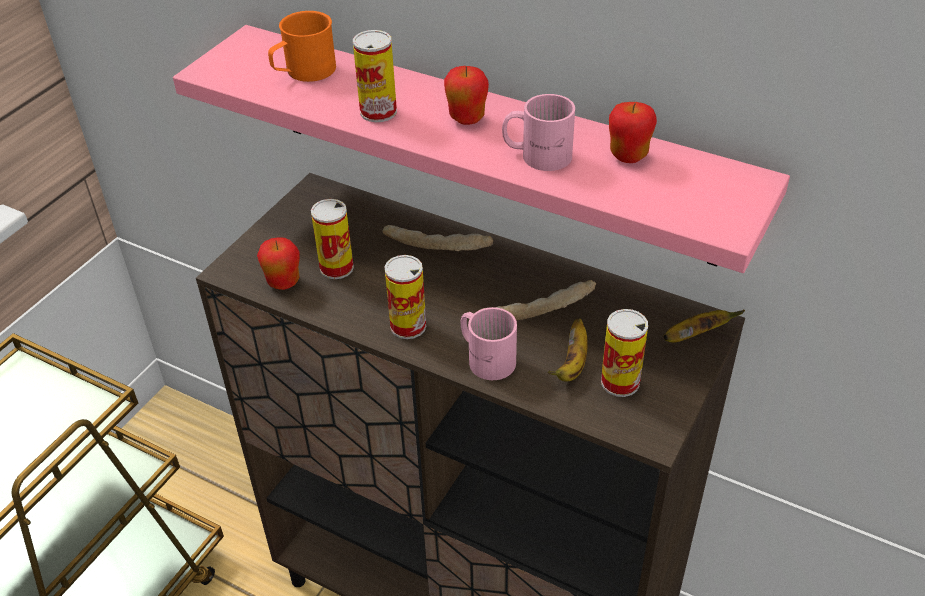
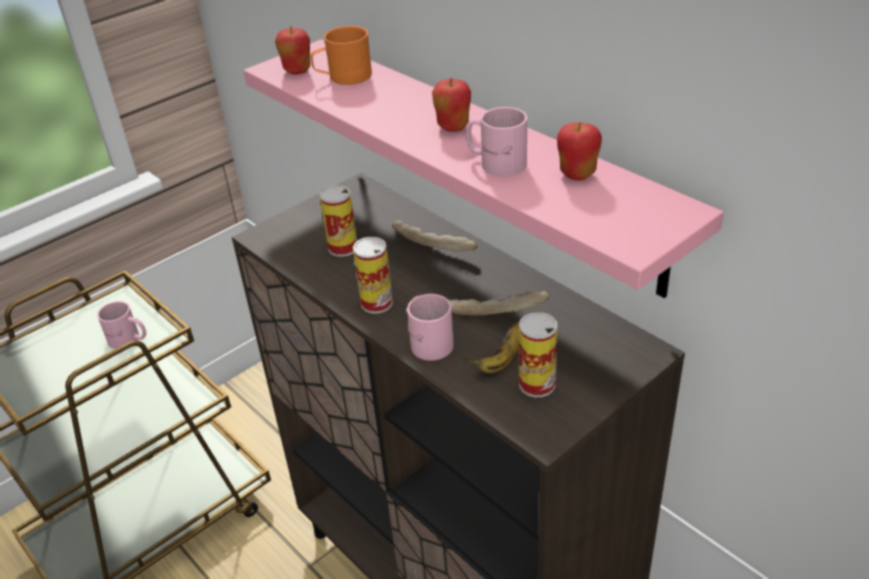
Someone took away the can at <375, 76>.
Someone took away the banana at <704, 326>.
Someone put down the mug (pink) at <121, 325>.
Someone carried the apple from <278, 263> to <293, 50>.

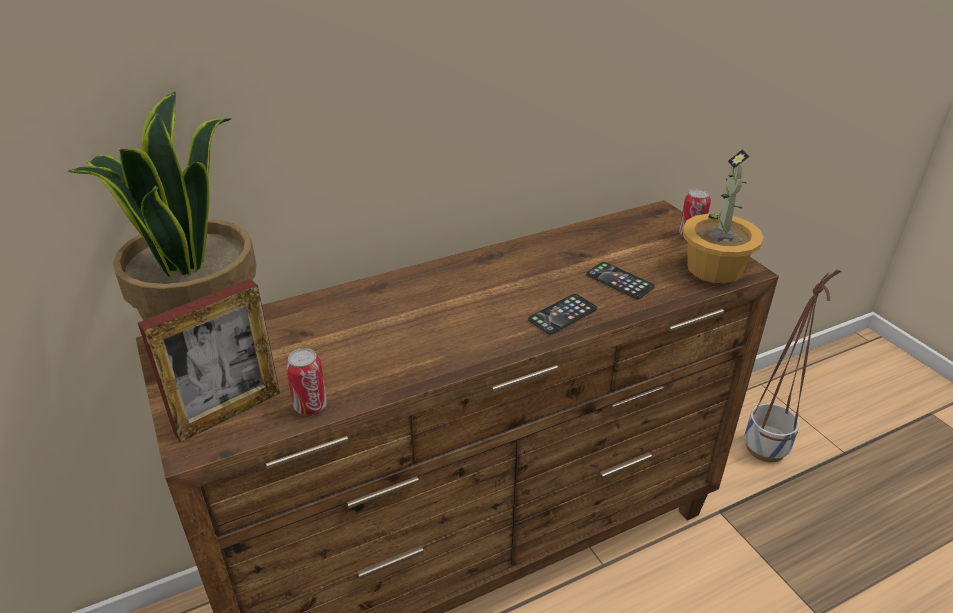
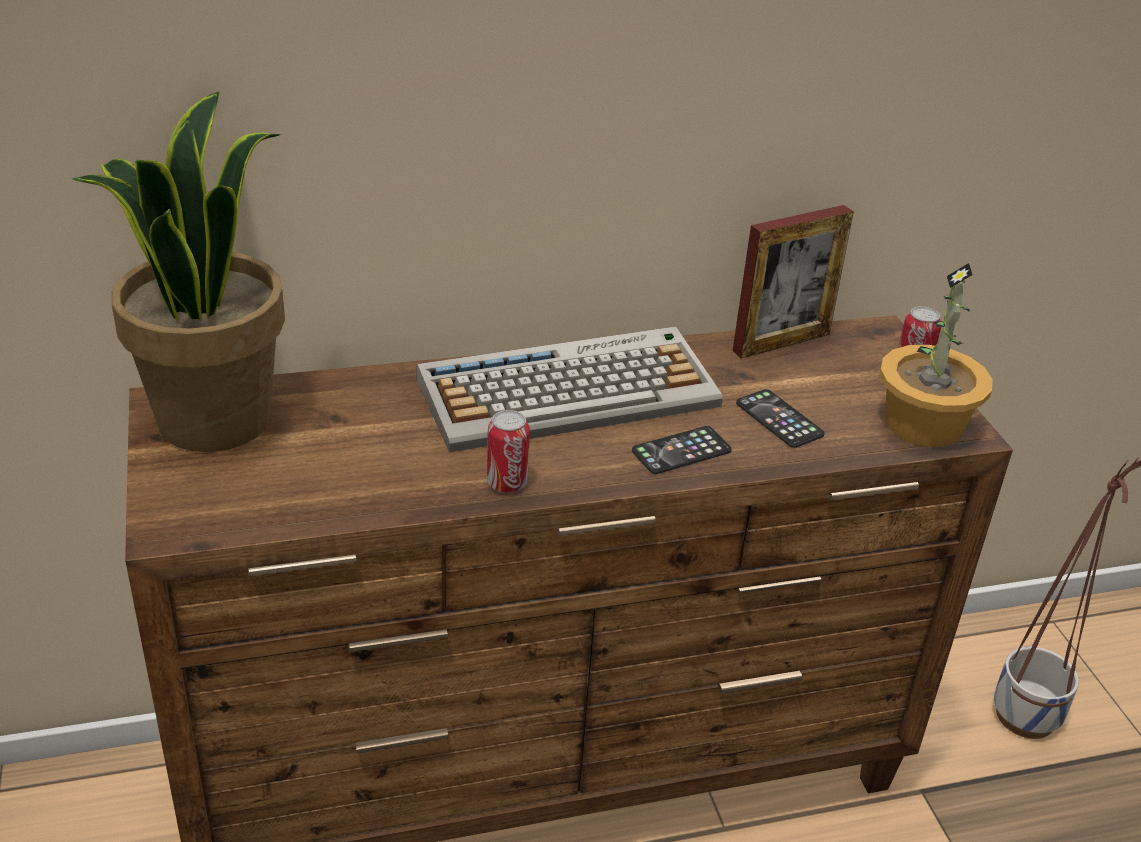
Someone put down the keyboard at <570, 389>.
Someone carried the picture frame from <209, 360> to <793, 281>.
Someone carried the can from <306, 381> to <508, 451>.

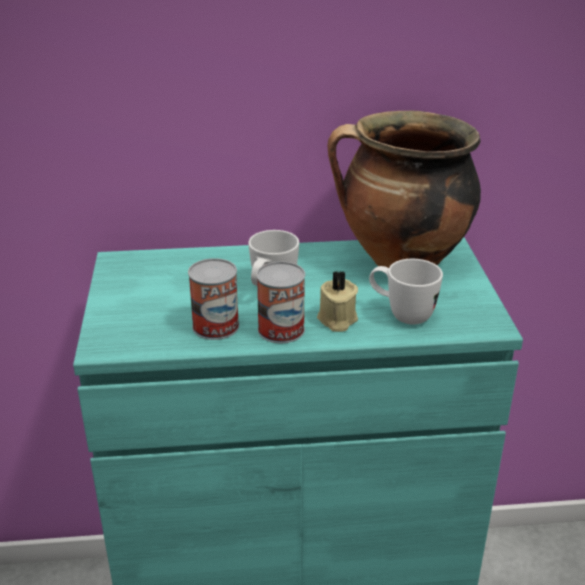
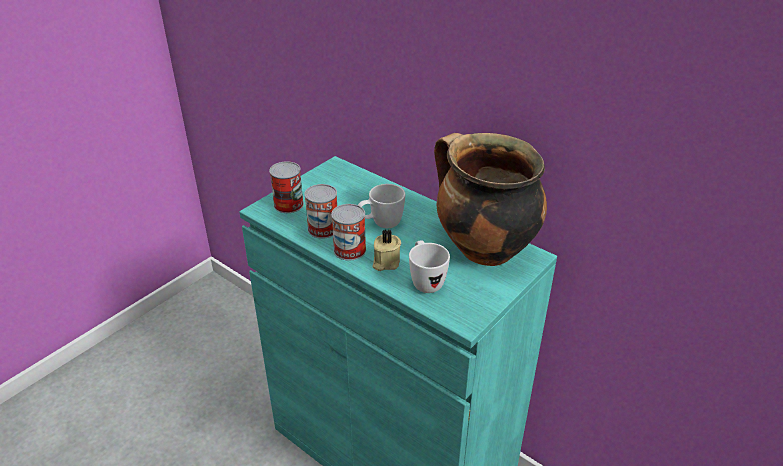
Someone put down the can at <286, 187>.

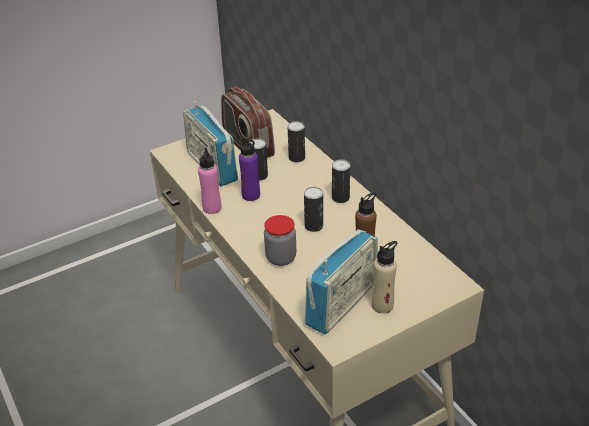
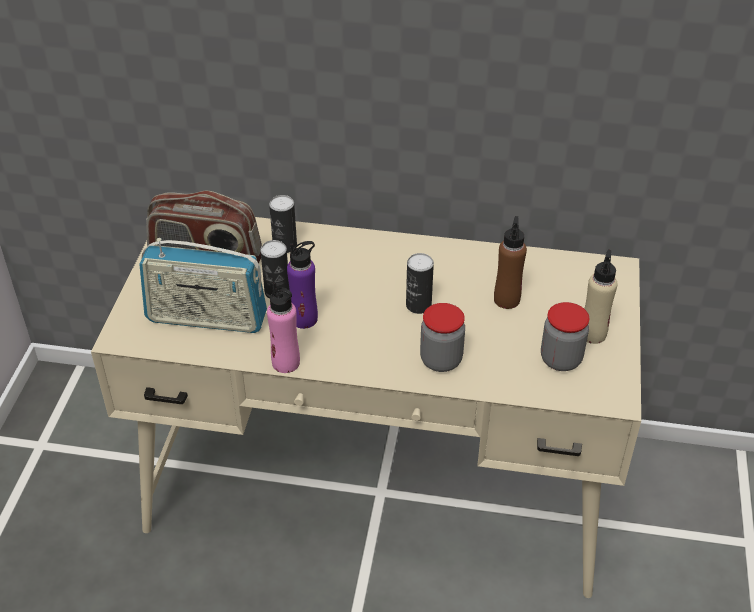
Someone took away the can at <341, 181>.
Someone swapped the radio at <341, 281> for the jar at <565, 336>.

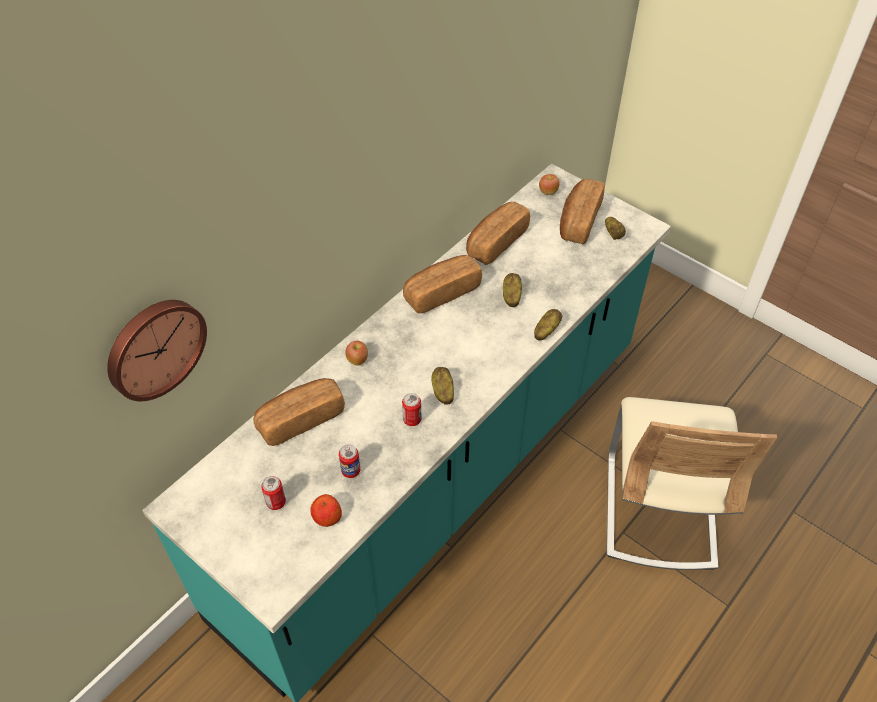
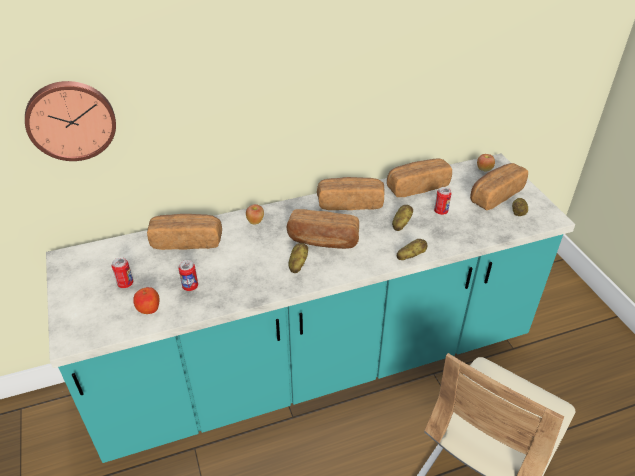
Someone put down the bread at <323, 229>.
Someone carried the can from <412, 409> to <442, 201>.

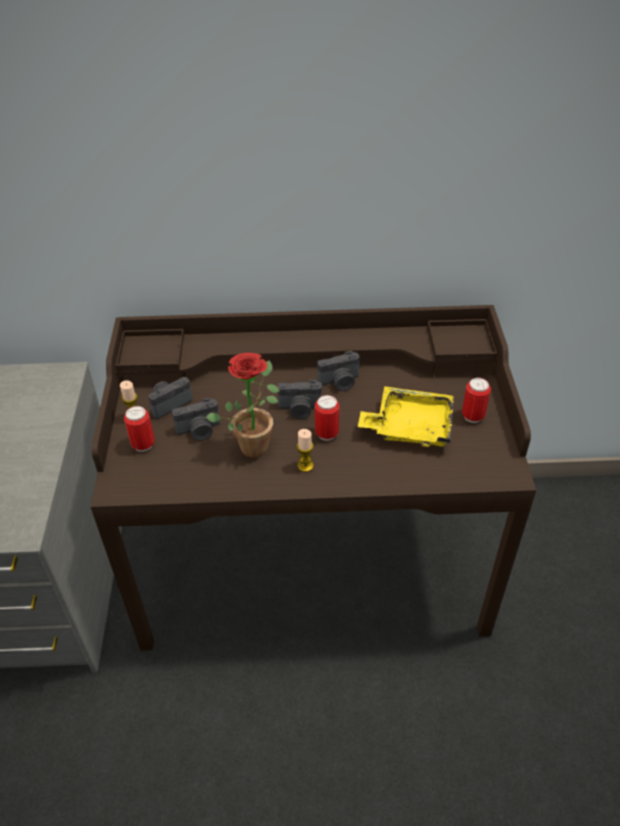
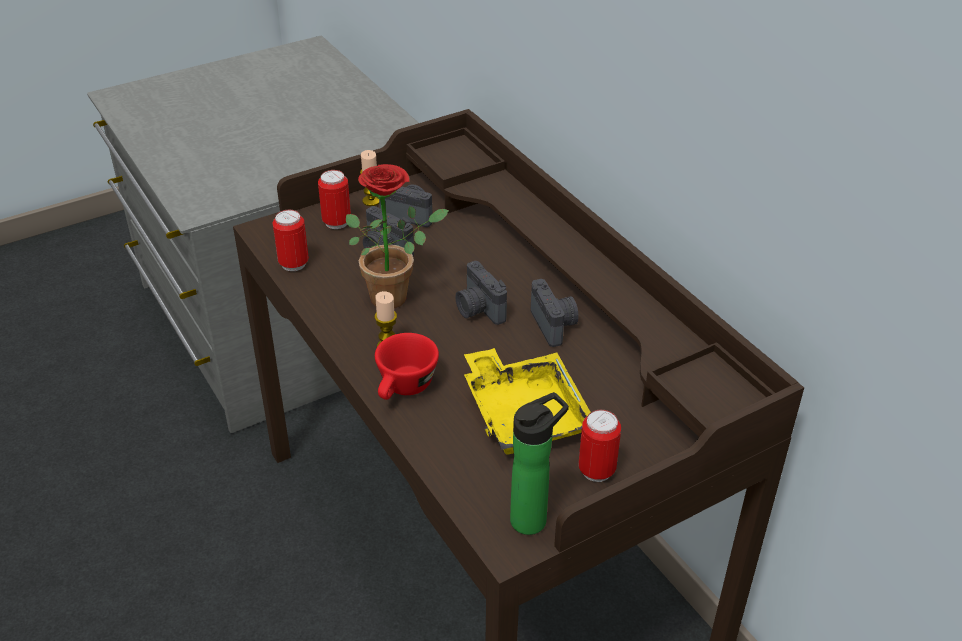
Someone put down the cup (red) at <407, 366>.
Someone put down the bottle at <539, 463>.
Someone carried the can from <327, 418> to <291, 240>.
Someone rotated the photo camera at <338, 371> by 150 degrees counterclockwise.

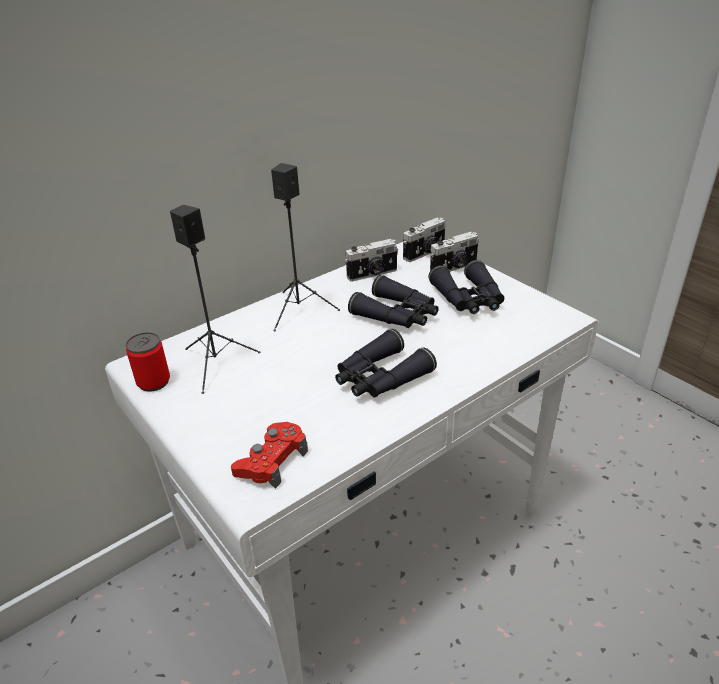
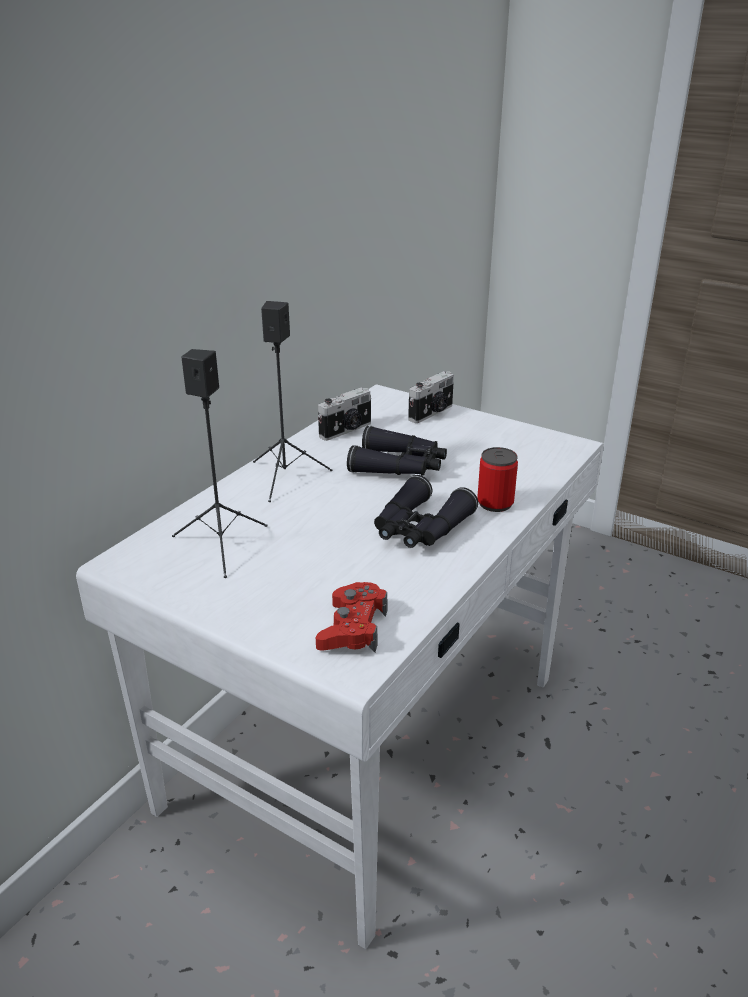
Someone took away the photo camera at <424, 239>.
Someone took away the binoculars (black) at <466, 287>.
Someone carried the can from <148, 362> to <497, 479>.

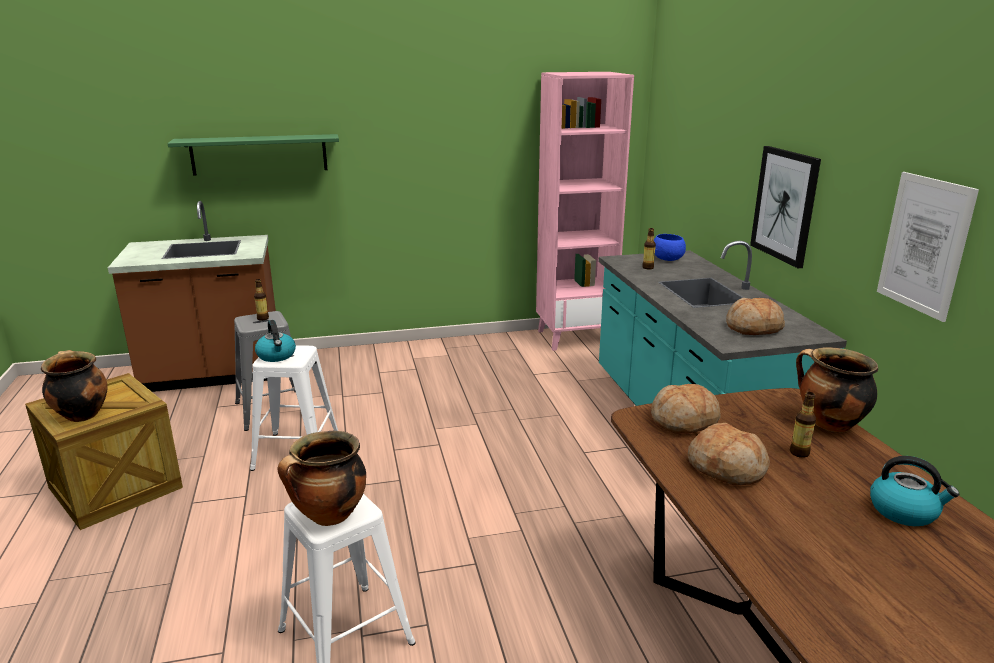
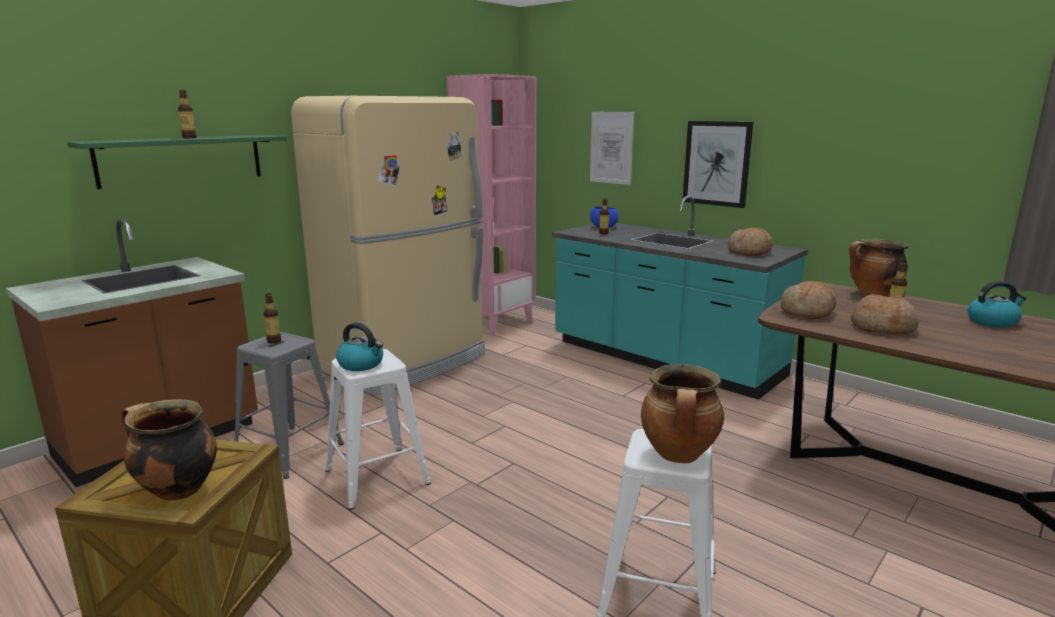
Someone put down the bottle at <187, 113>.
Someone put down the fridge (beige) at <388, 245>.
Someone carried the picture from <928, 247> to <612, 148>.

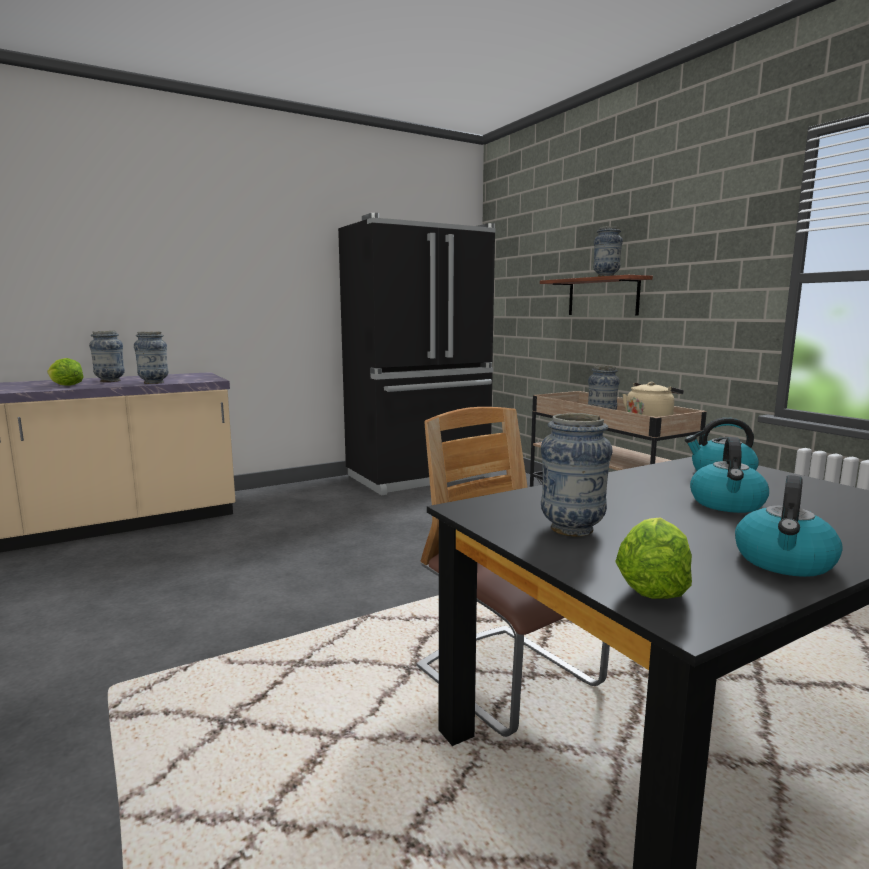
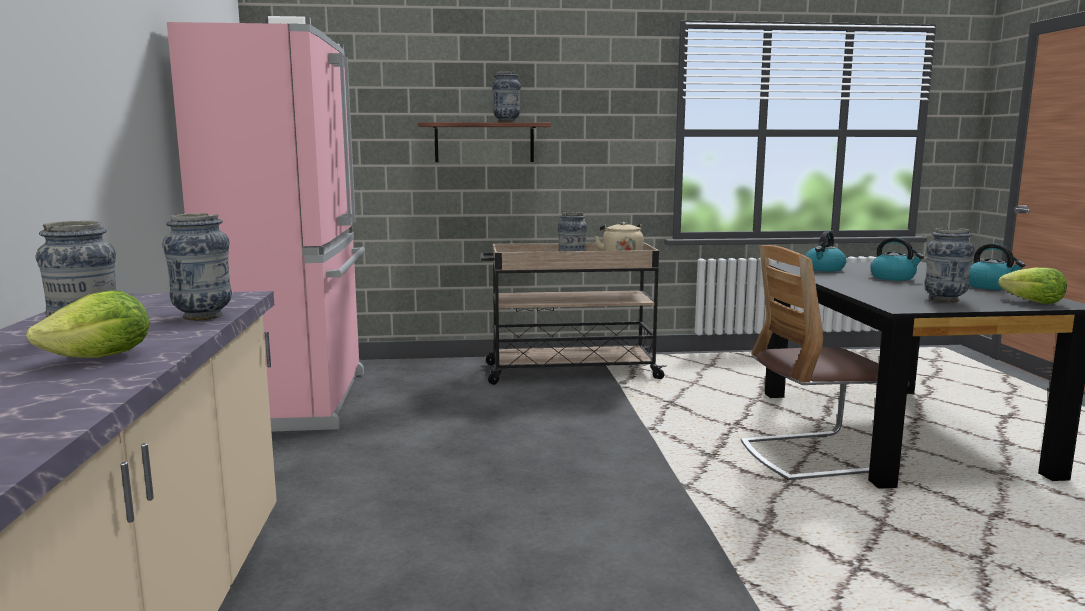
Someone repainted the fridge (black) at <417, 354>, which became the fridge (pink) at <266, 224>.

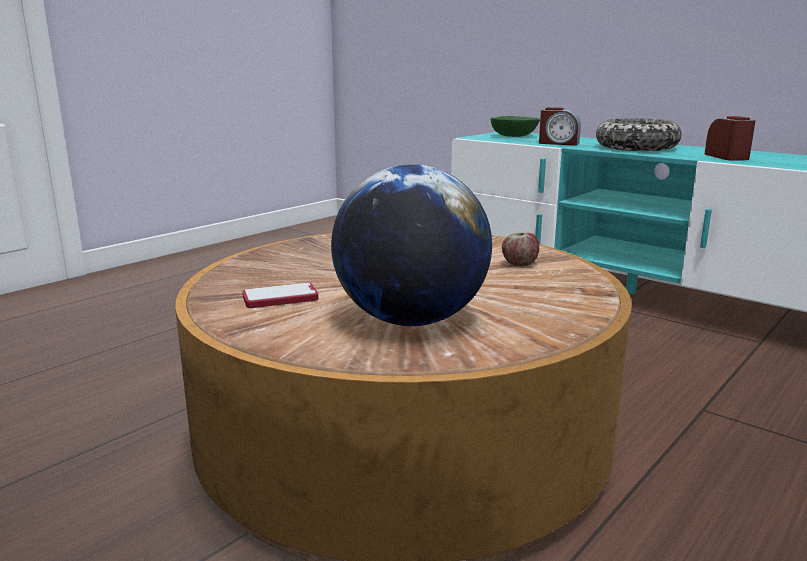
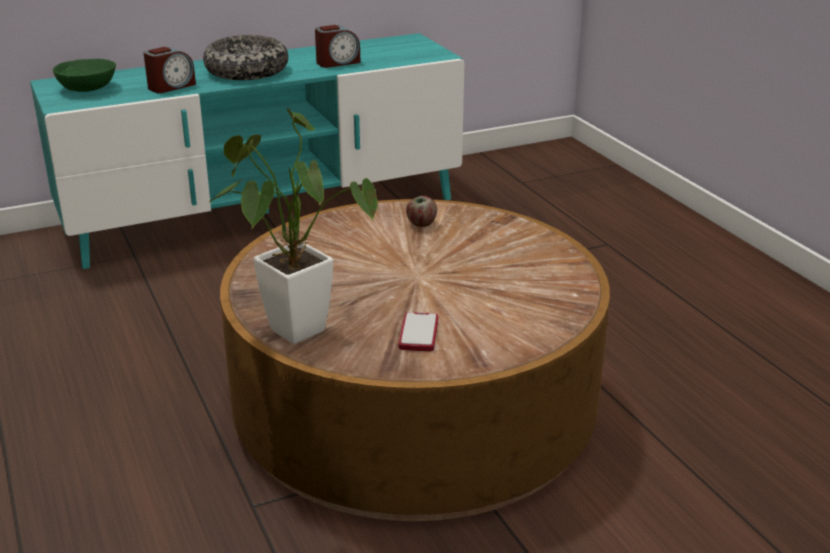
Someone took away the globe at <411, 245>.
Someone put down the potted plant at <294, 226>.
Someone rotated the alarm clock at <730, 138> by 135 degrees clockwise.

